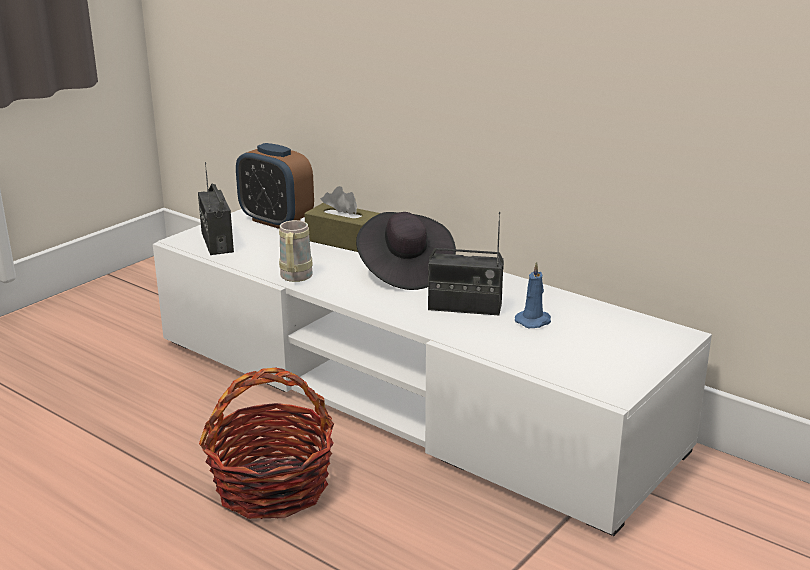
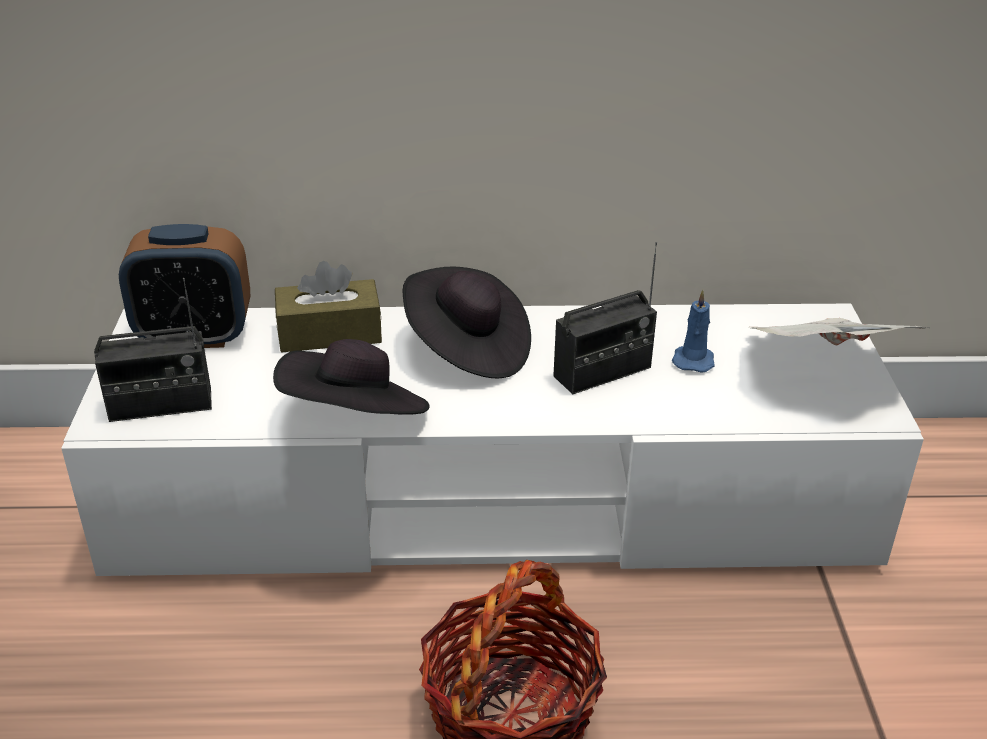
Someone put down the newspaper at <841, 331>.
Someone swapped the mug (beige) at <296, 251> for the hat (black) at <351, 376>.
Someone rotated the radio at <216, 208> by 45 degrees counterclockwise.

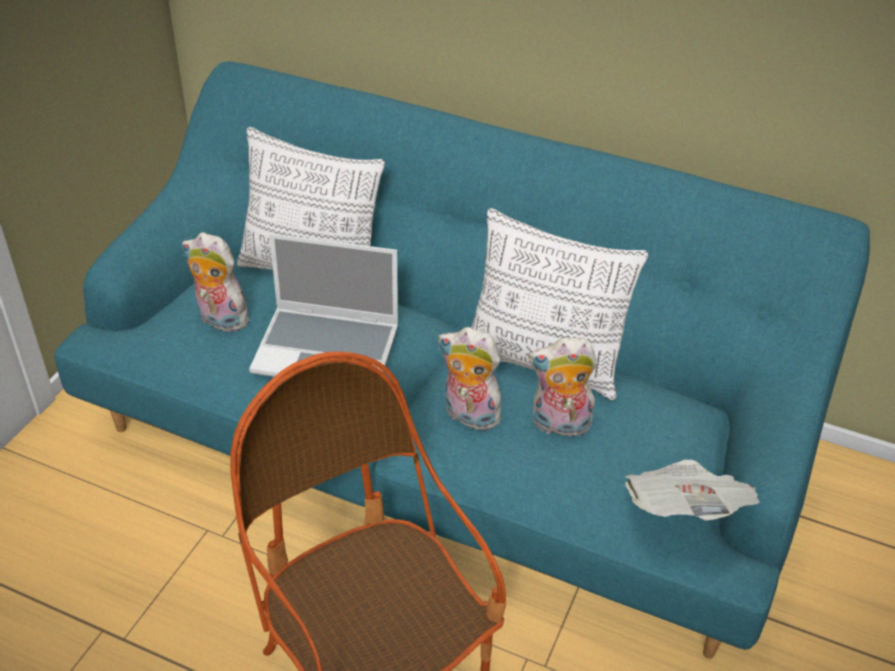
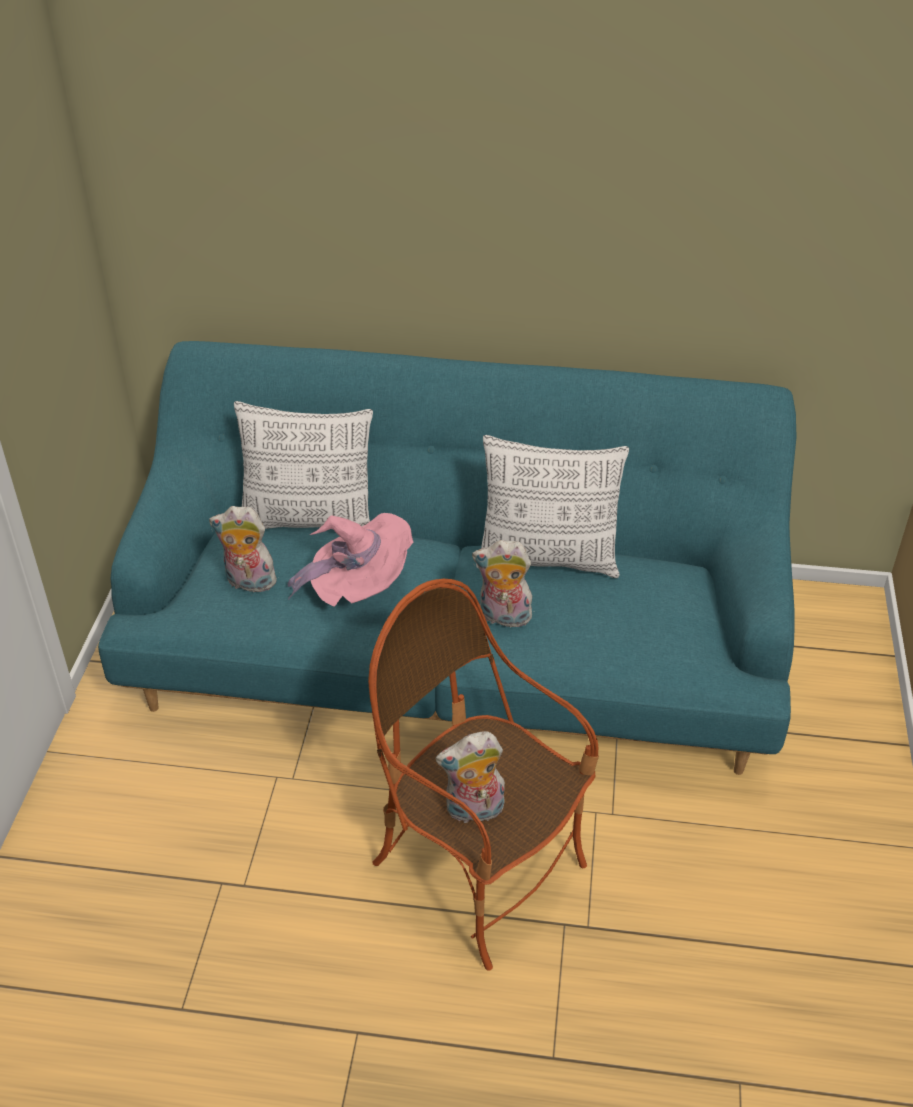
Someone took away the newspaper at <692, 490>.
Someone carried the plush toy from <563, 387> to <470, 778>.
Someone swapped the laptop at <323, 305> for the hat (pink) at <351, 560>.

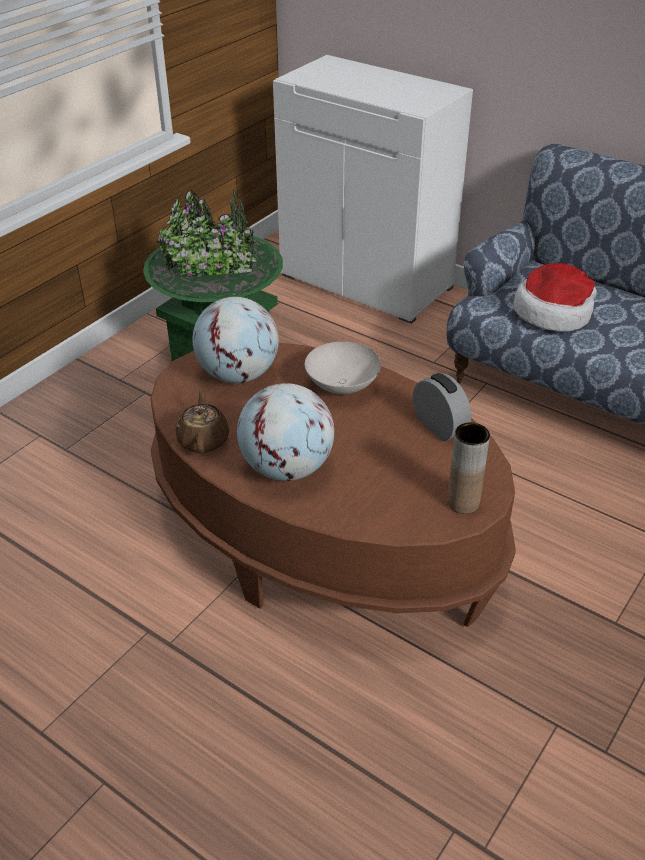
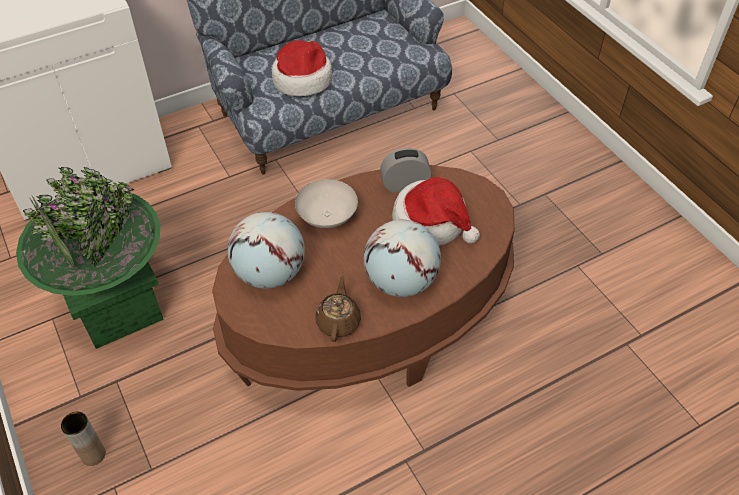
Someone put down the hat at <436, 211>.
Someone carried the vase (brown) from <468, 468> to <83, 439>.
Someone rotated the teapot (brown) at <203, 420> by 75 degrees clockwise.

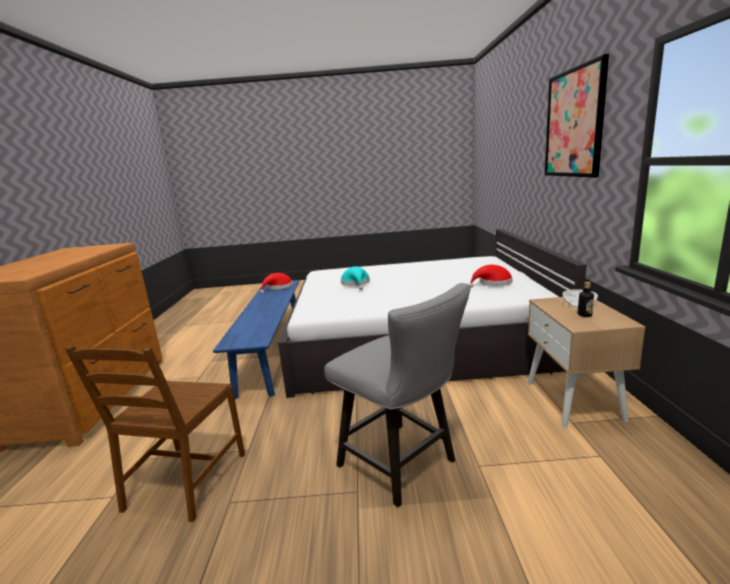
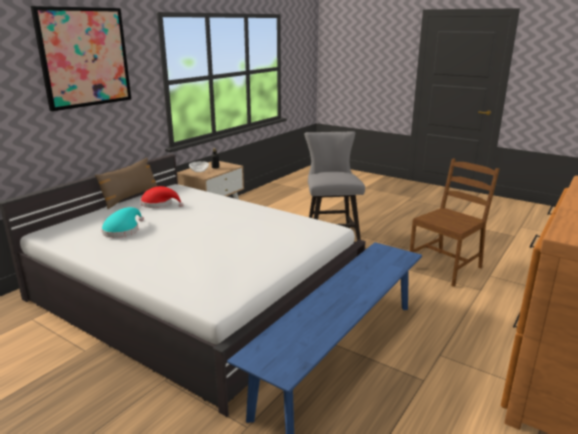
Someone took away the hat (red) at <276, 283>.
Someone put down the pillow (brown) at <126, 183>.
Someone carried the hat (turquoise) from <355, 278> to <122, 222>.

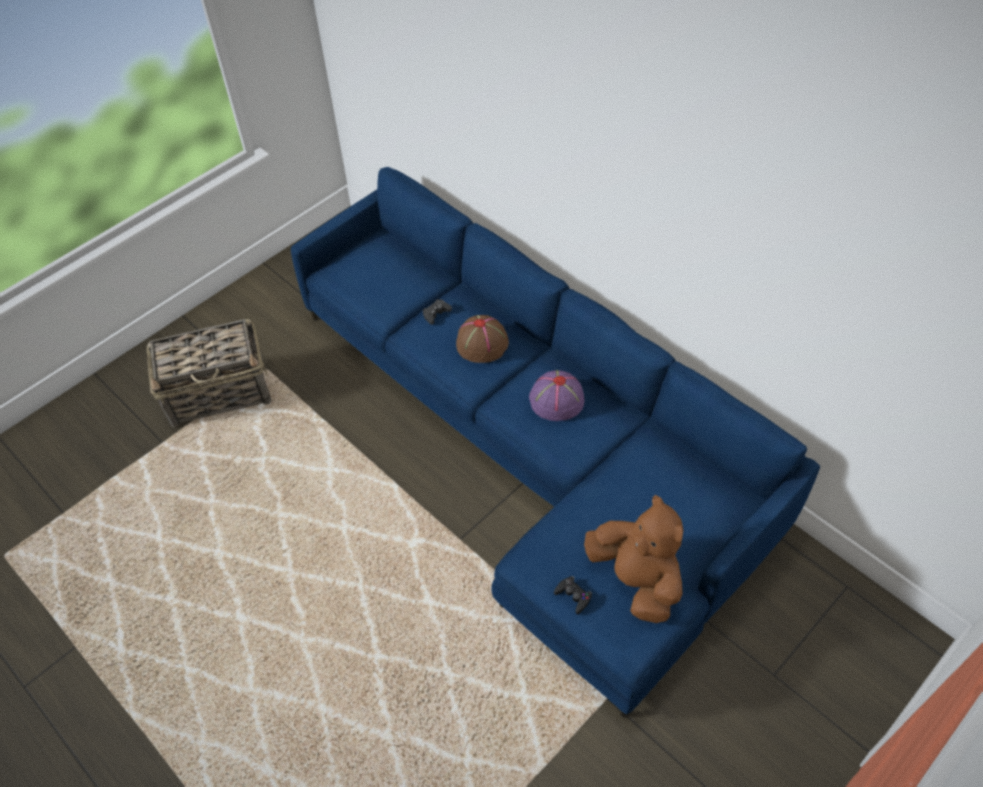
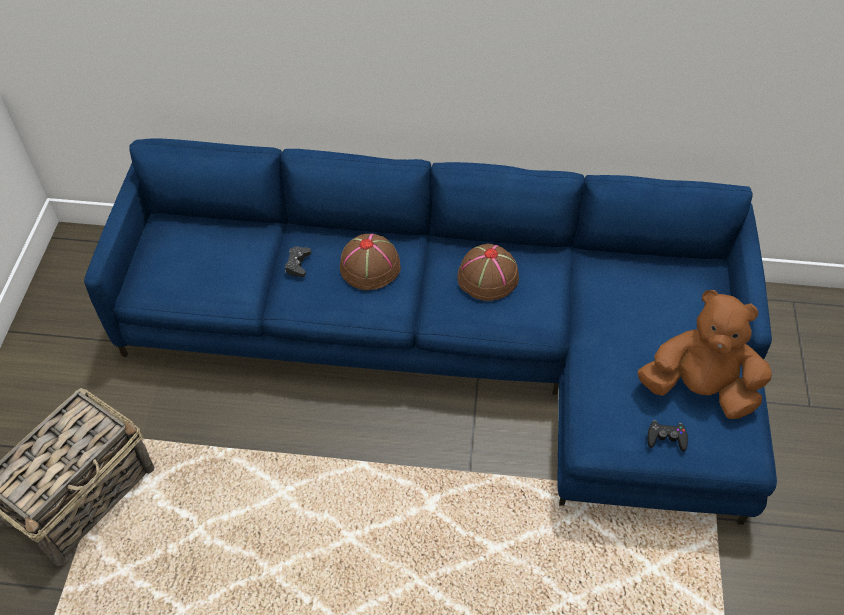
Someone repainted the hat (purple) at <556, 395>, which became the hat (brown) at <488, 272>.

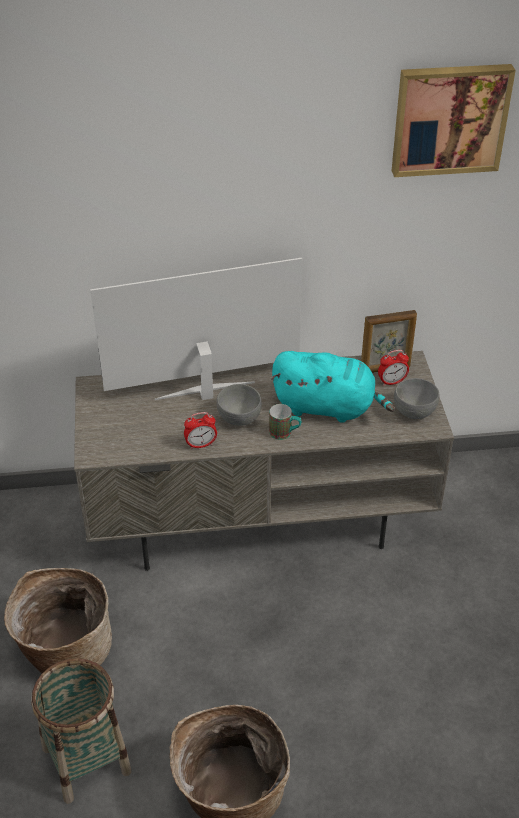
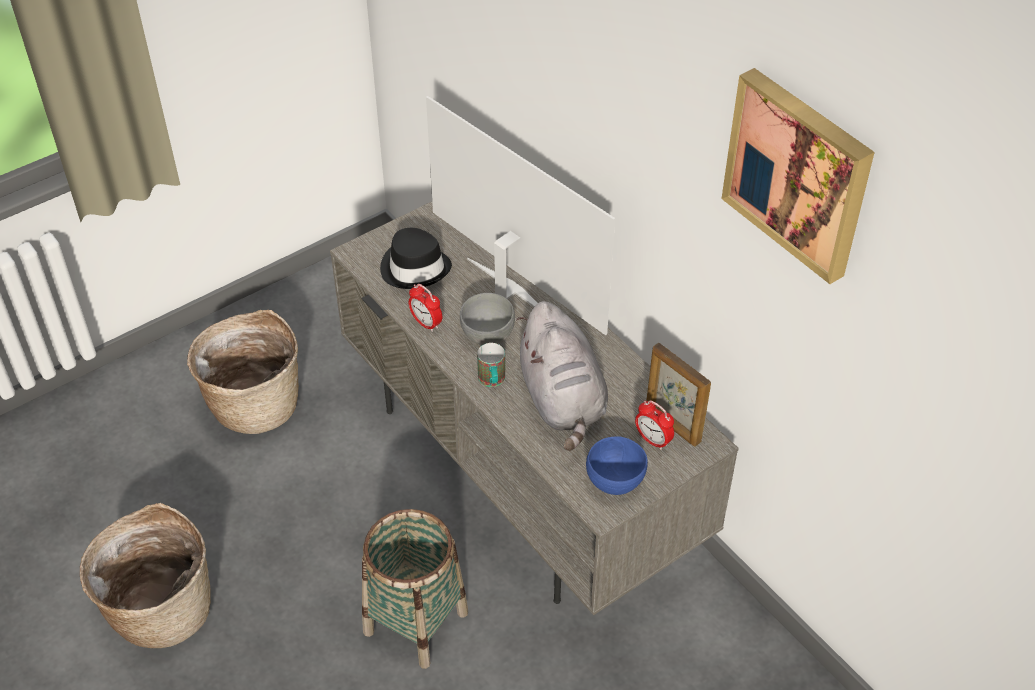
Someone put down the hat (black) at <416, 258>.
Someone carried the basket from <81, 731> to <415, 589>.
Someone repainted the plush toy (turquoise) at <333, 387>, which became the plush toy (grey) at <562, 376>.
Someone repainted the bowl (grey) at <416, 398>, which became the bowl (blue) at <617, 465>.

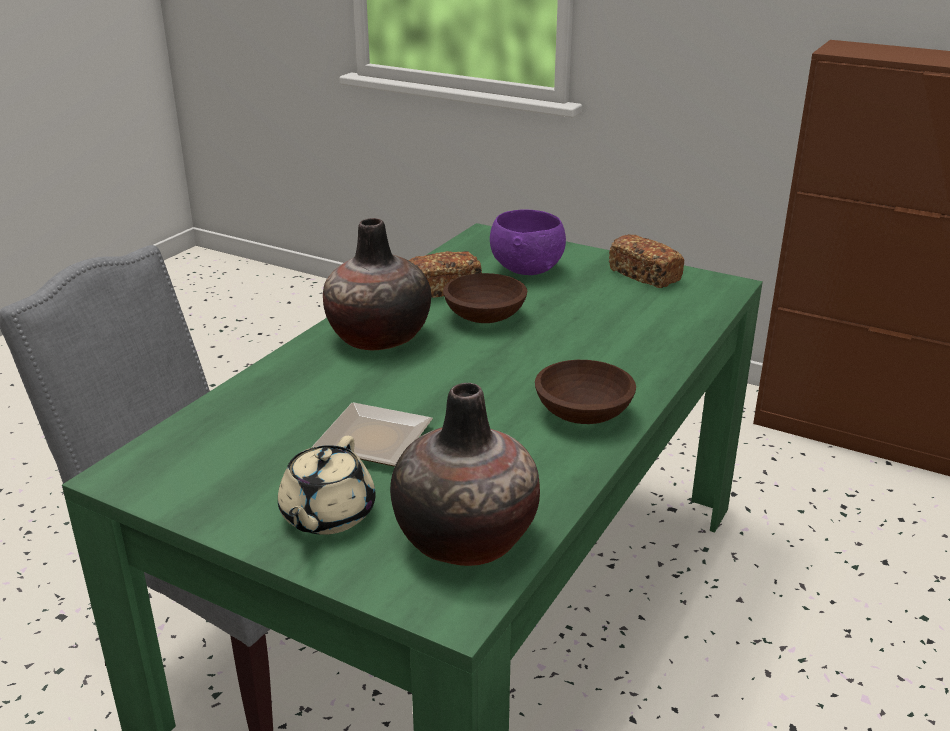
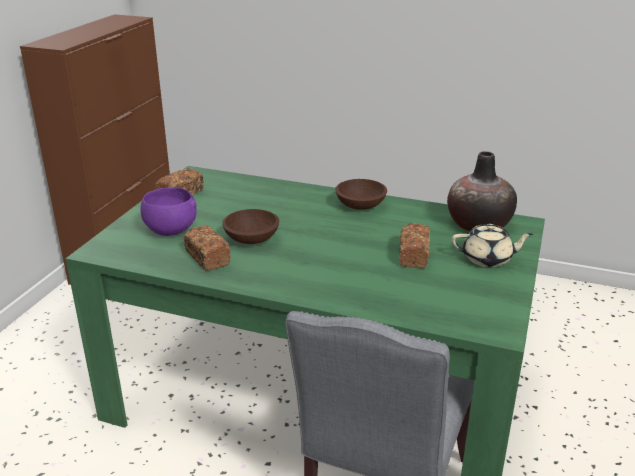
Someone took away the vase at <377, 284>.
Someone swapped the plate at <372, 435> for the bread at <414, 246>.

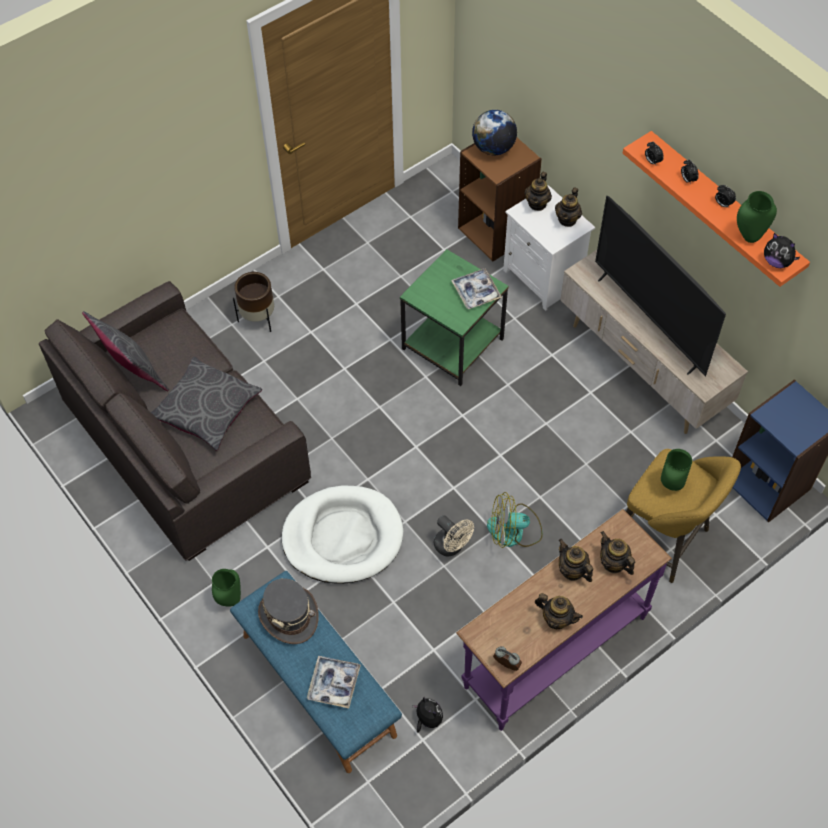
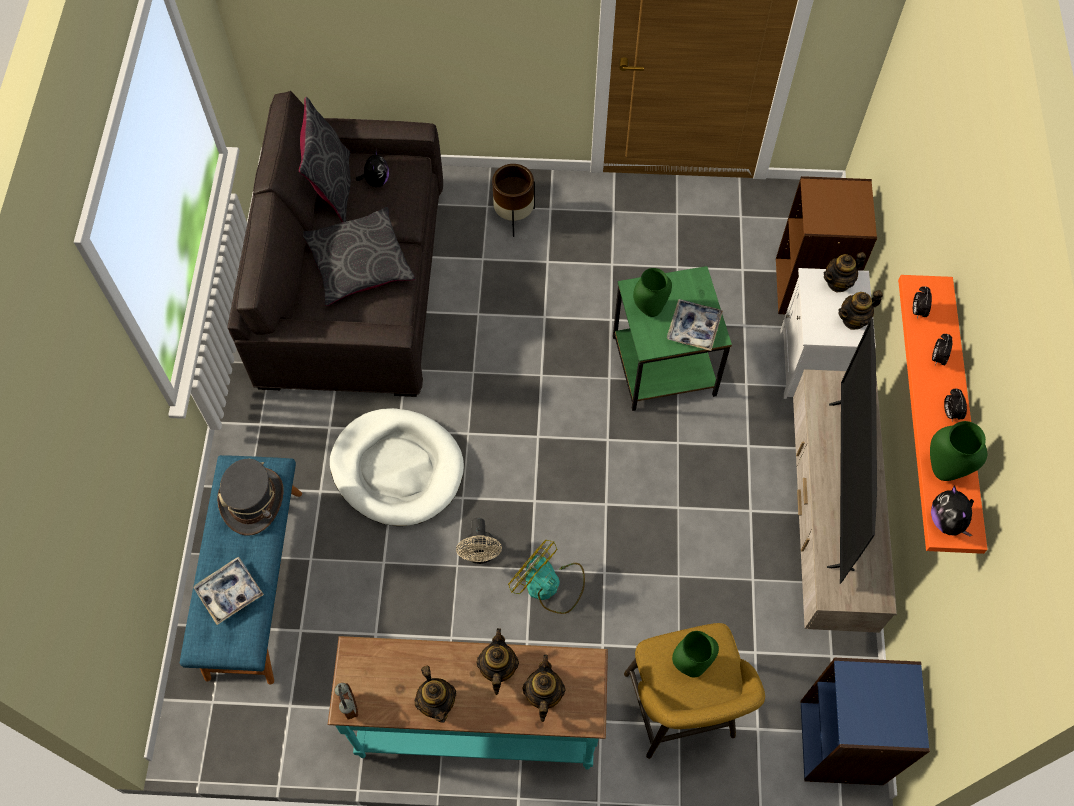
Someone took away the globe at <494, 132>.
Someone carried the vase (green) from <226, 587> to <652, 292>.
Someone carried the plush toy from <427, 715> to <372, 168>.
Someone repainted the console table (purple) at <564, 620>, which became the console table (turquoise) at <468, 703>.

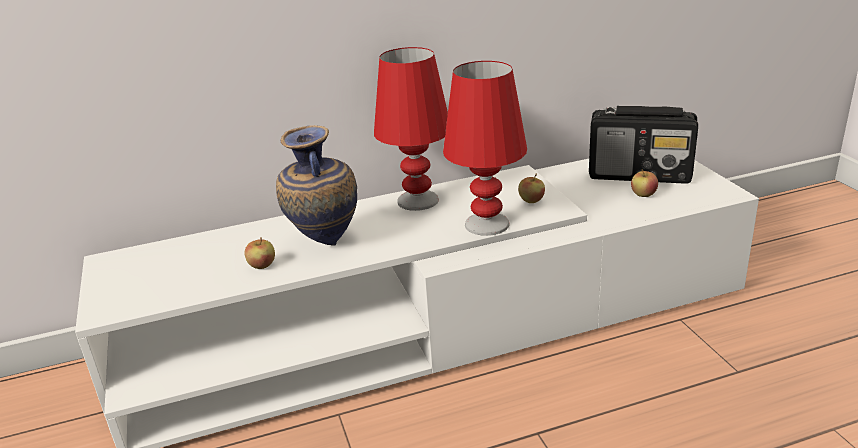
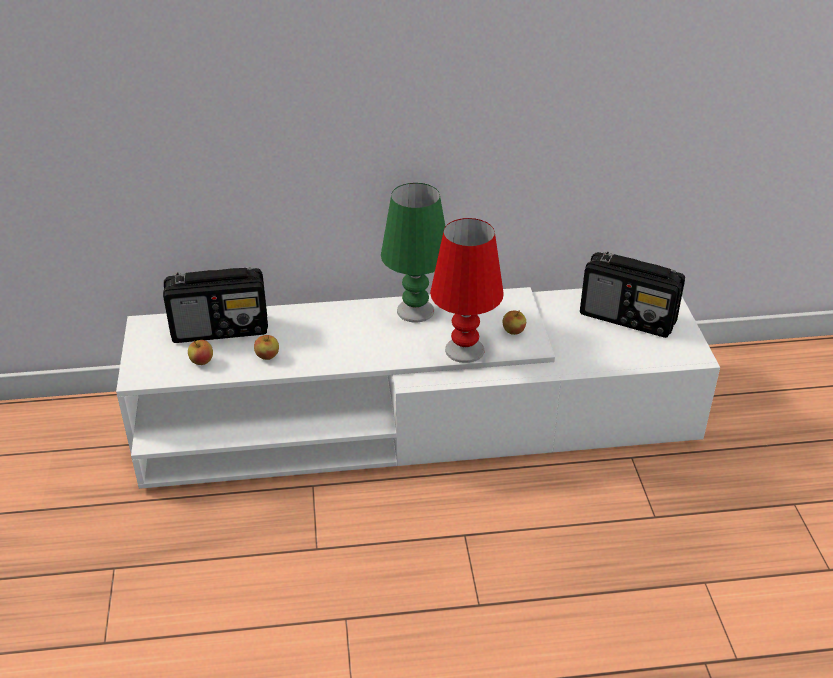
Someone took away the vase at <316, 185>.
Someone put down the radio at <215, 305>.
Someone carried the apple from <644, 183> to <200, 352>.
Someone repainted the table lamp (red) at <411, 129>, which became the table lamp (green) at <413, 252>.

